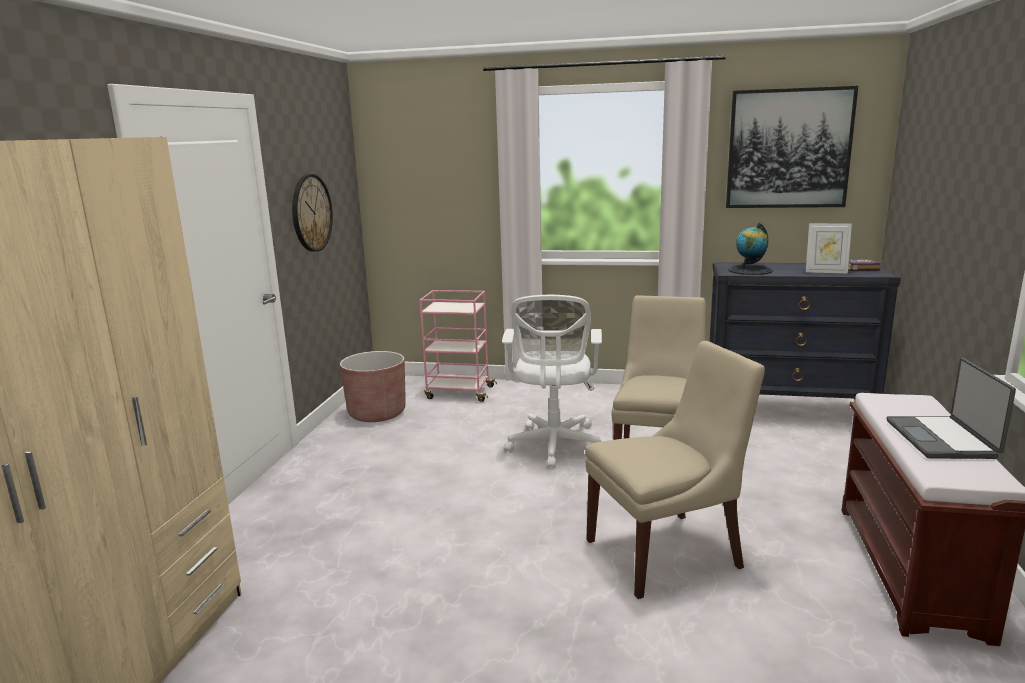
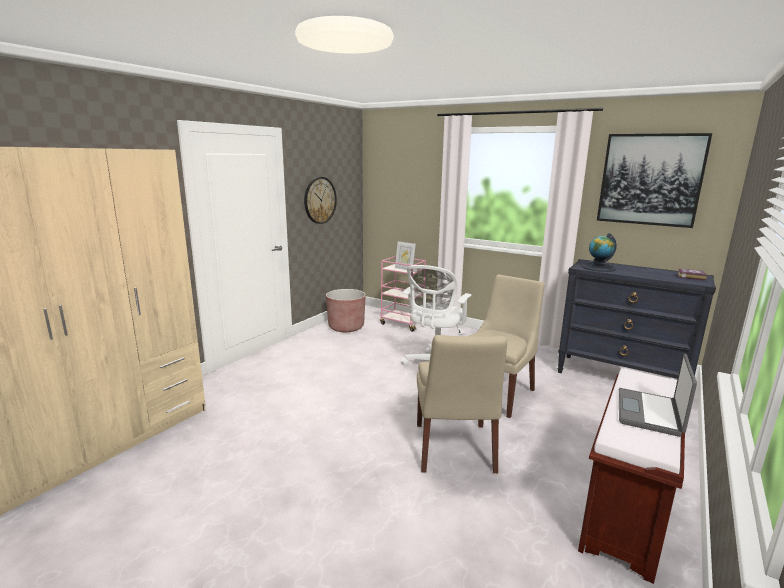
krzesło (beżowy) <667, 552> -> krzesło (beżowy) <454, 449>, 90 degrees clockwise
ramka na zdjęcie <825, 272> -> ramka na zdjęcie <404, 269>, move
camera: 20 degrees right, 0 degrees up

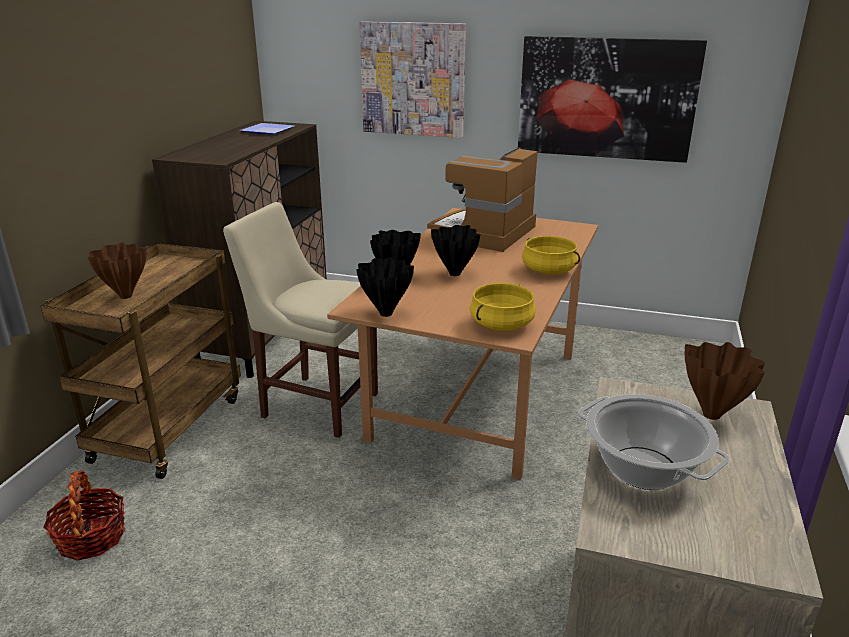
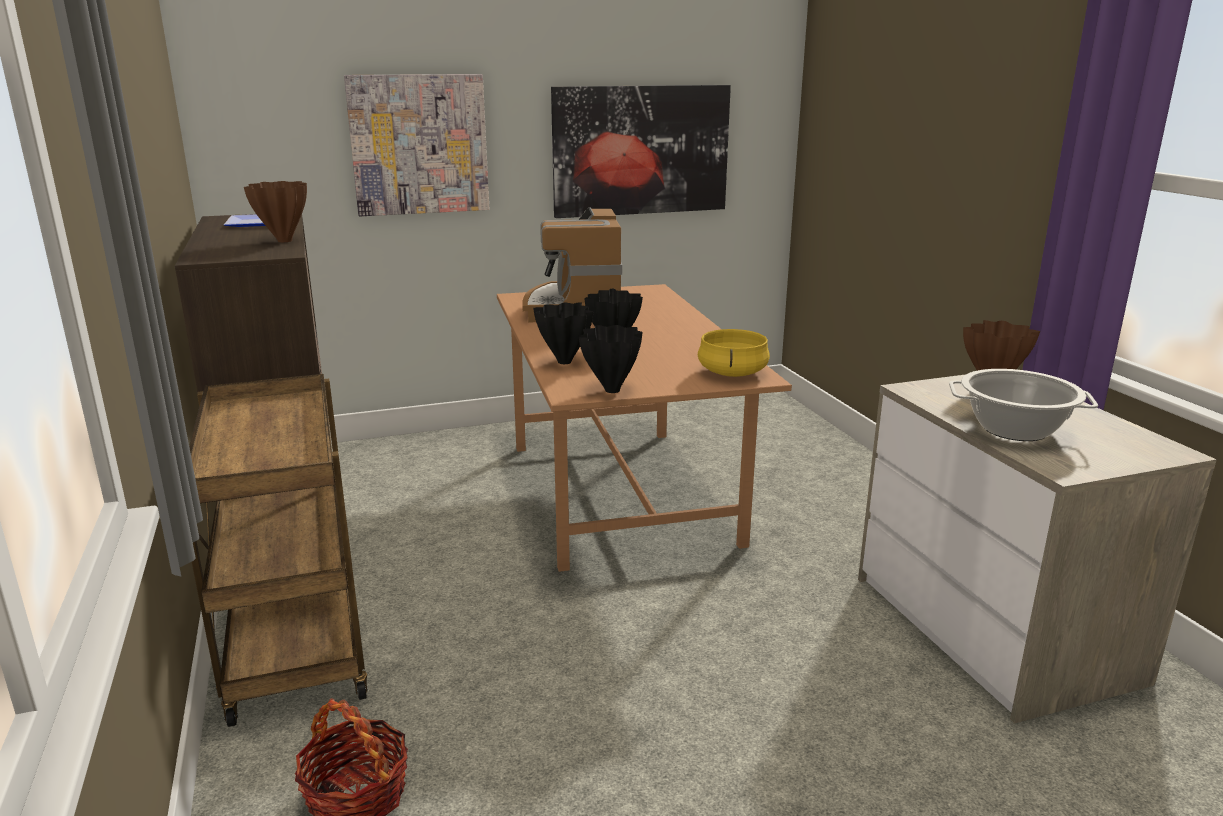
wazon (brązowy) <126, 296> -> wazon (brązowy) <284, 240>, move
krzesło (beżowy) <315, 403> -> none
garnek (żółty) <549, 270> -> none
camera: 35 degrees left, 5 degrees down

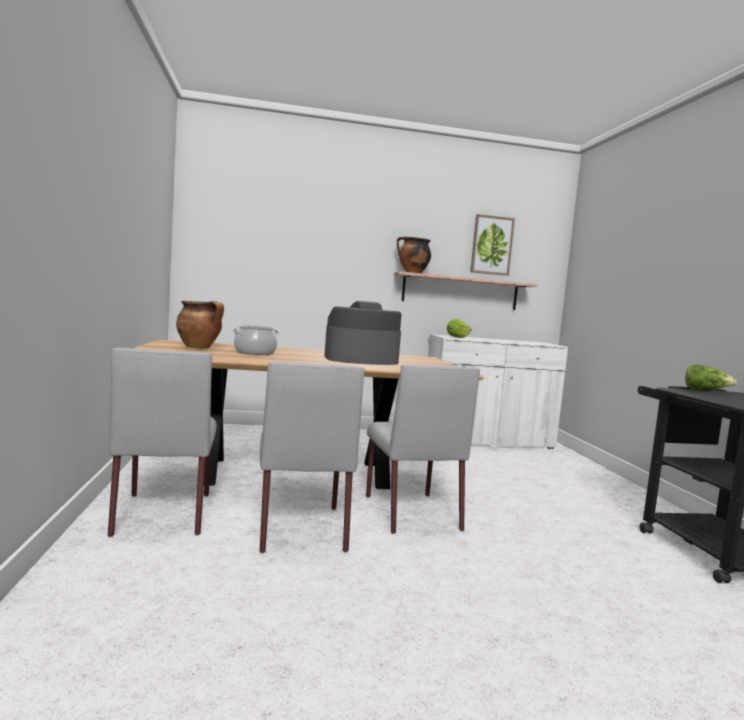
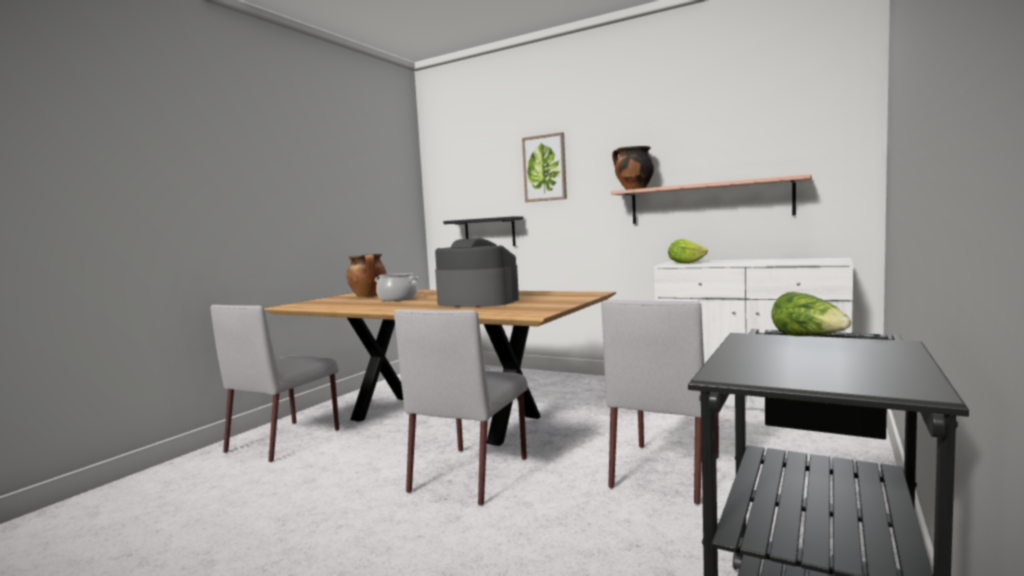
krzesło (szary) <301, 527> -> krzesło (szary) <666, 471>, move
obraz <491, 245> -> obraz <545, 168>, move
none -> półka (czarny) <489, 232>
camera: 40 degrees right, 0 degrees up

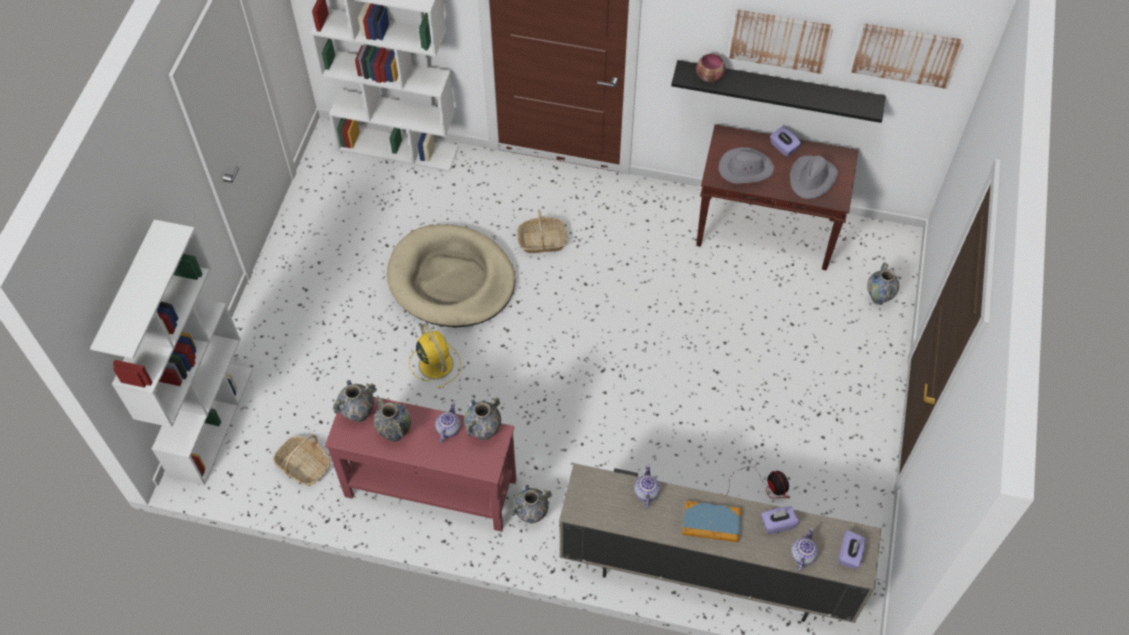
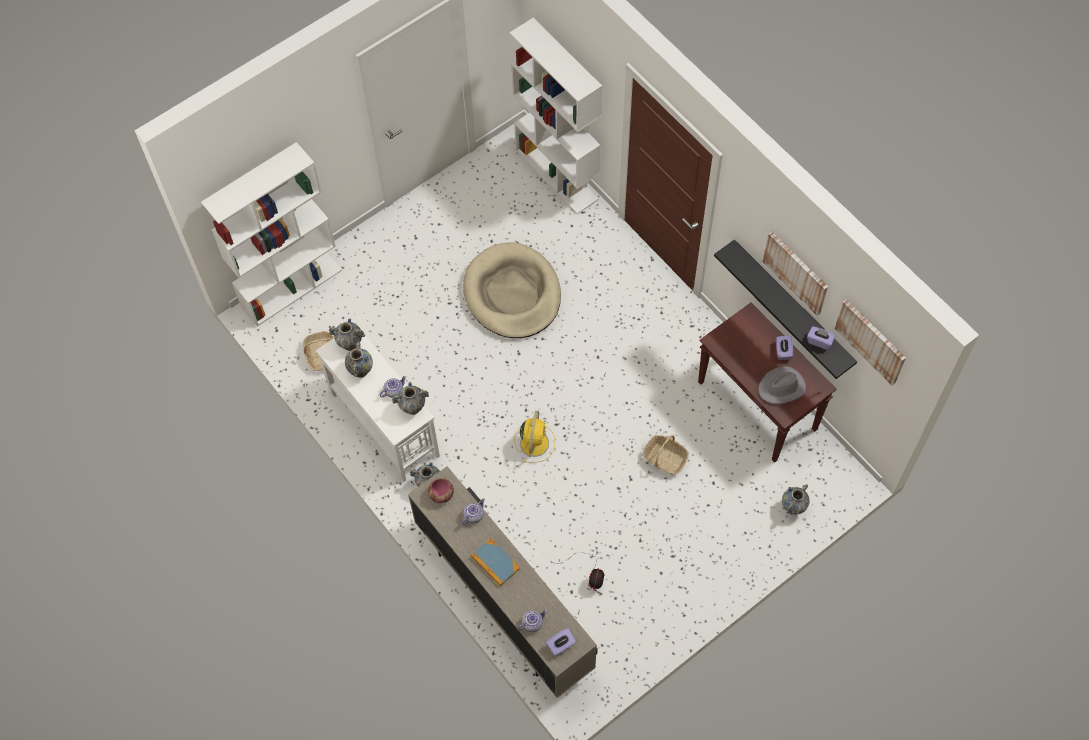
stolik konsolowy (czerwony) <430, 487> -> stolik konsolowy (biały) <384, 423>
wentylator (żółty) <435, 363> -> wentylator (żółty) <534, 442>, move
koszyk <542, 241> -> koszyk <664, 458>, move
miska <710, 77> -> miska <441, 495>, move
kapelusz (szary) <745, 169> -> none
pudełko chusteczek (fioletowy) <777, 524> -> pudełko chusteczek (fioletowy) <819, 341>, move
camera: 40 degrees right, 5 degrees up

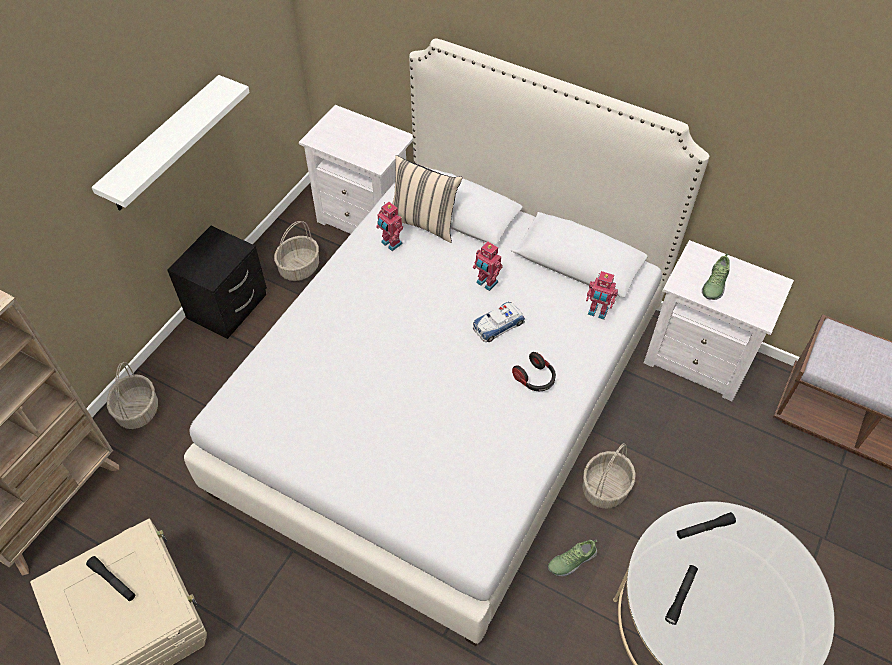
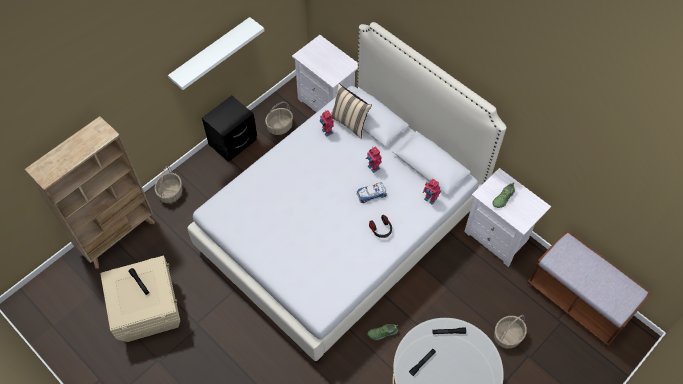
koszyk <605, 488> -> koszyk <507, 336>, move
camera: 15 degrees right, 5 degrees up

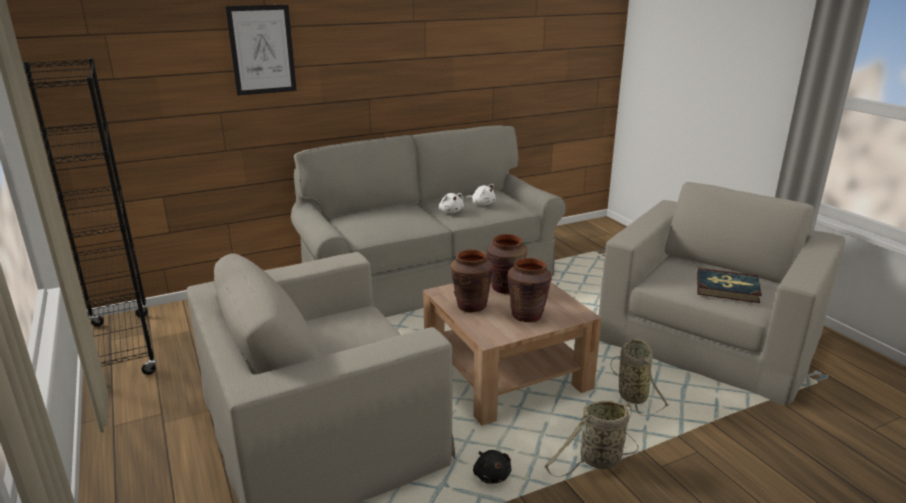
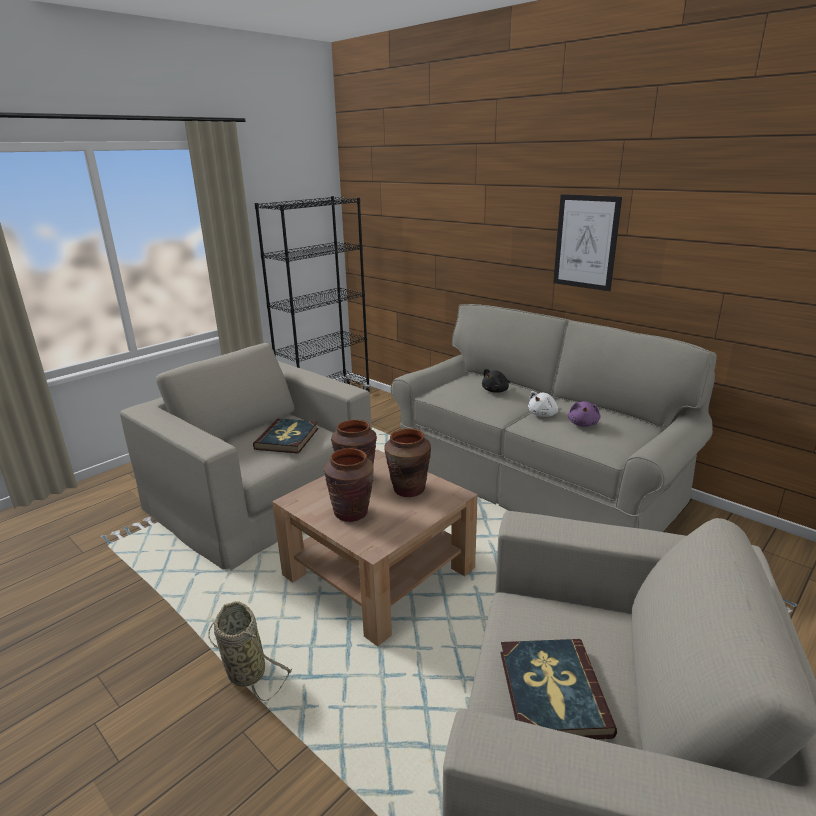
obraz <262, 50> -> obraz <586, 242>, move
pluszak (biały) <482, 204> -> pluszak (fioletowy) <583, 424>
pluszak (czarny) <491, 475> -> pluszak (czarny) <496, 391>, move
koszyk <631, 394> -> none
none -> książka <287, 438>
camera: 70 degrees right, 0 degrees up

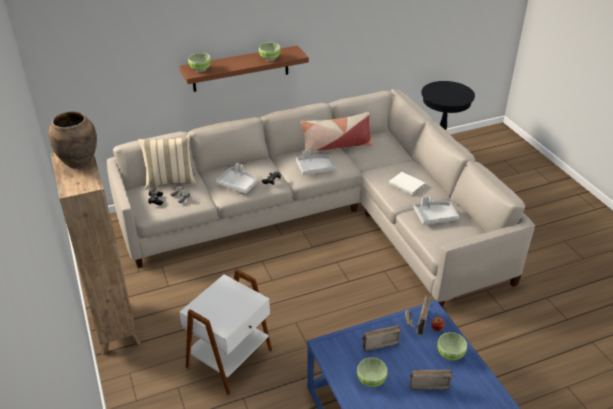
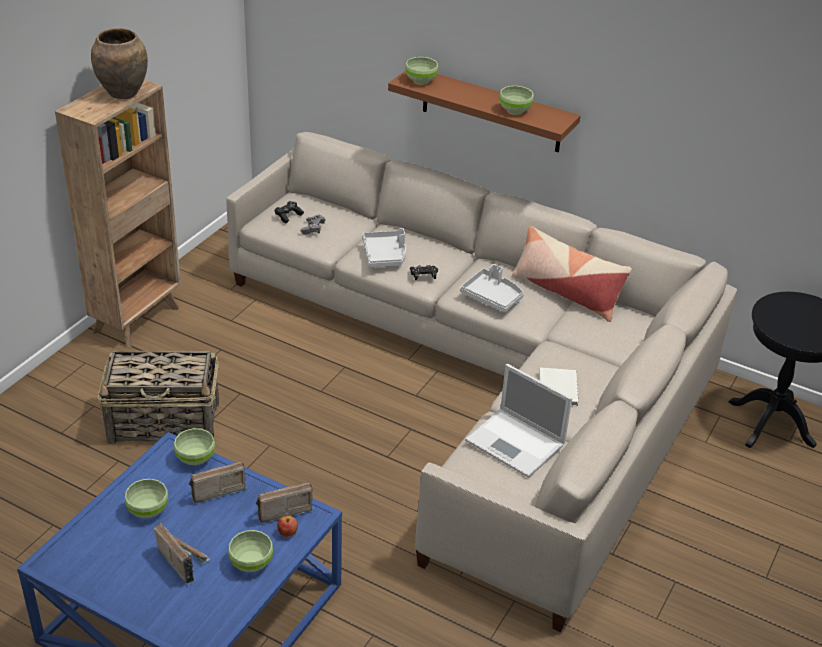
poduszka (beżowy) <170, 181> -> none
stolik (biały) <231, 359> -> koszyk <165, 423>
radio <377, 342> -> radio <215, 489>, 60 degrees counterclockwise
taca (szary) <434, 216> -> laptop <516, 443>
none -> miska (zielony) <196, 459>
camera: 50 degrees right, 0 degrees up

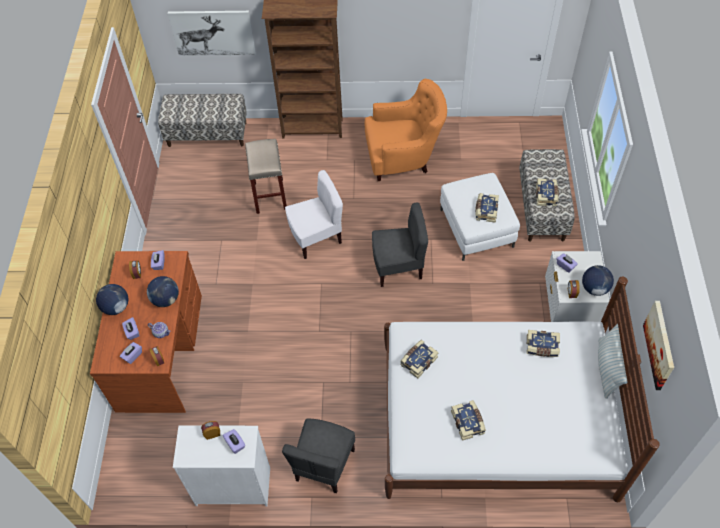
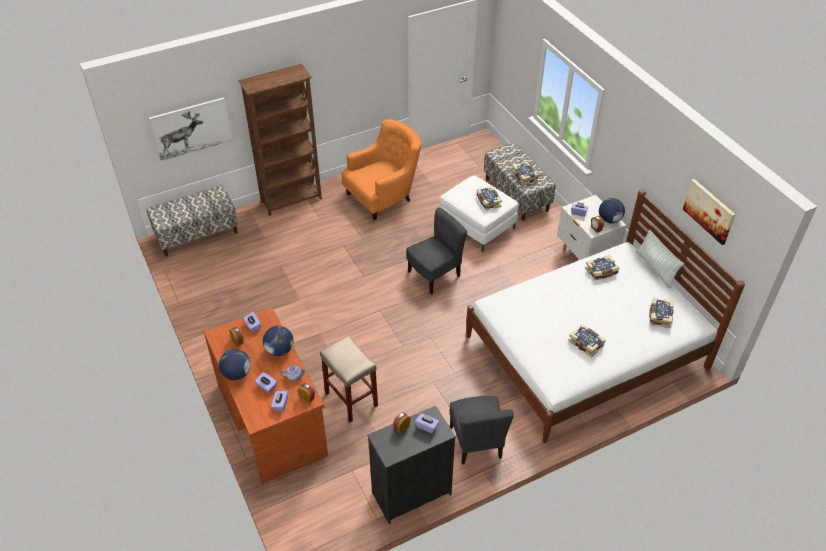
komoda (biały) <233, 486> -> komoda (czarny) <411, 493>
stołek (beżowy) <270, 196> -> stołek (beżowy) <352, 399>, move
krzesło (biały) <316, 237> -> none
książka <418, 361> -> książka <659, 316>, move
camera: 30 degrees left, 10 degrees down

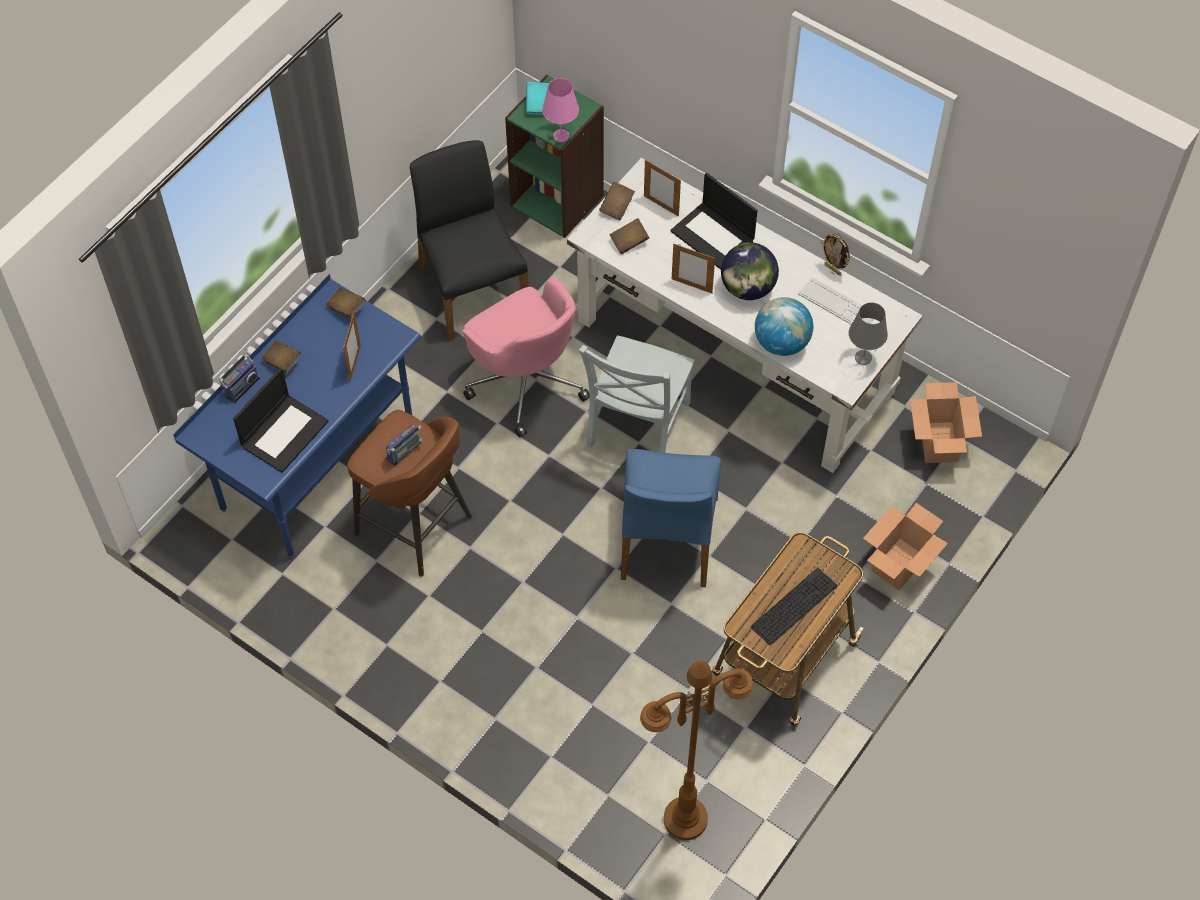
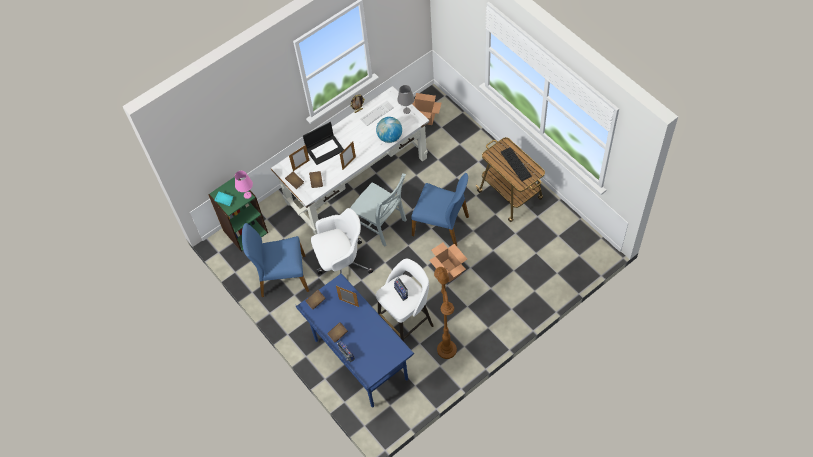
laptop <284, 433> -> none
stołek (brązowy) <416, 527> -> stołek (biały) <407, 323>
krzesło (czarny) <472, 288> -> krzesło (niebieski) <282, 276>
krzesło biurowe (różowy) <526, 380> -> krzesło biurowe (biały) <341, 264>
lampa stojąca (brązowy) <685, 819> -> lampa stojąca (brązowy) <447, 350>, move
globus <747, 288> -> none
karton <899, 565> -> karton <449, 270>, move
camera: 70 degrees left, 0 degrees up

